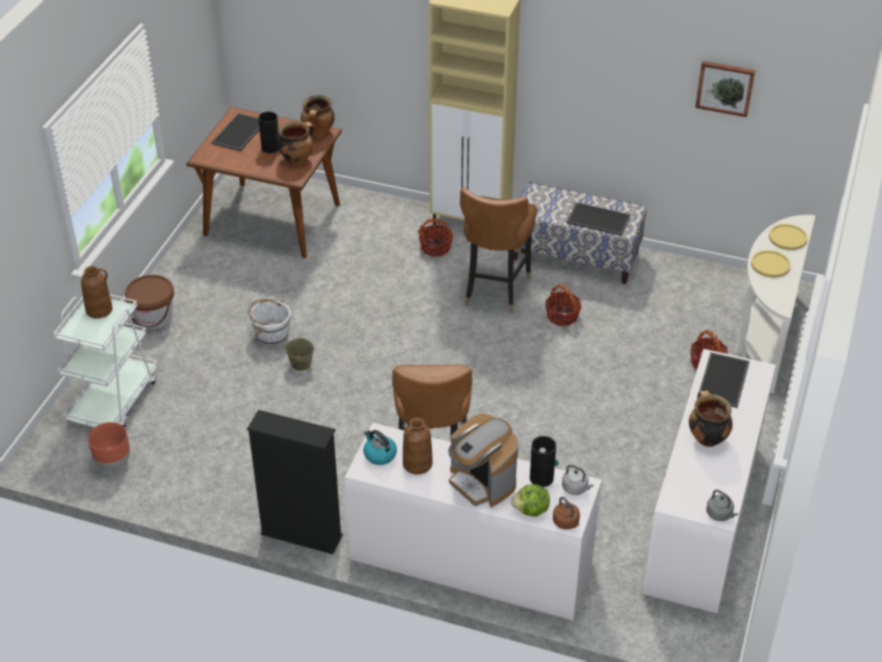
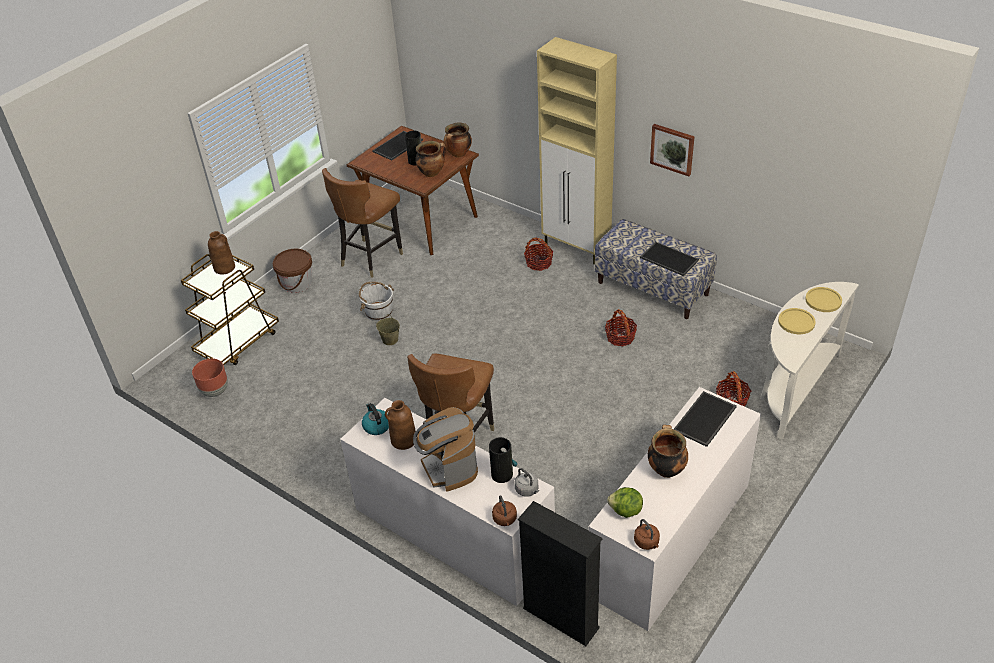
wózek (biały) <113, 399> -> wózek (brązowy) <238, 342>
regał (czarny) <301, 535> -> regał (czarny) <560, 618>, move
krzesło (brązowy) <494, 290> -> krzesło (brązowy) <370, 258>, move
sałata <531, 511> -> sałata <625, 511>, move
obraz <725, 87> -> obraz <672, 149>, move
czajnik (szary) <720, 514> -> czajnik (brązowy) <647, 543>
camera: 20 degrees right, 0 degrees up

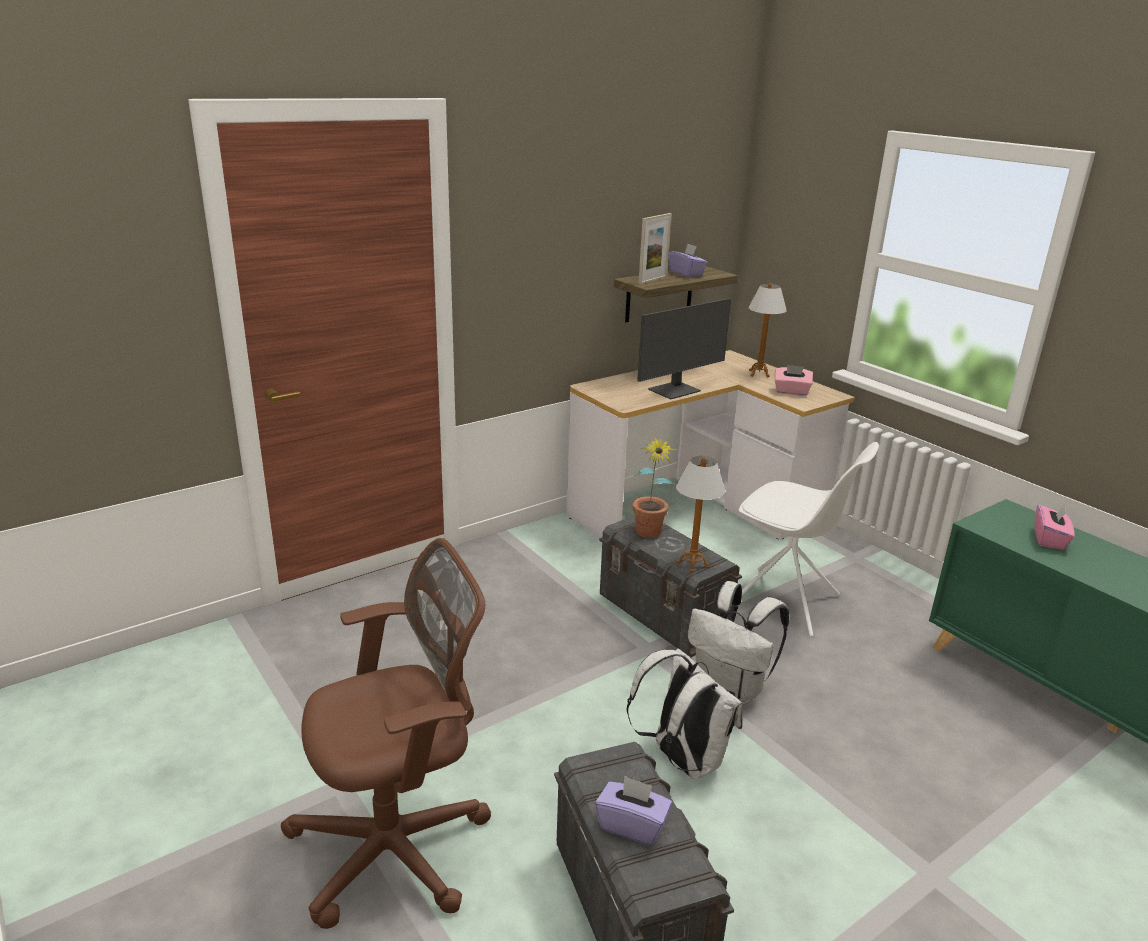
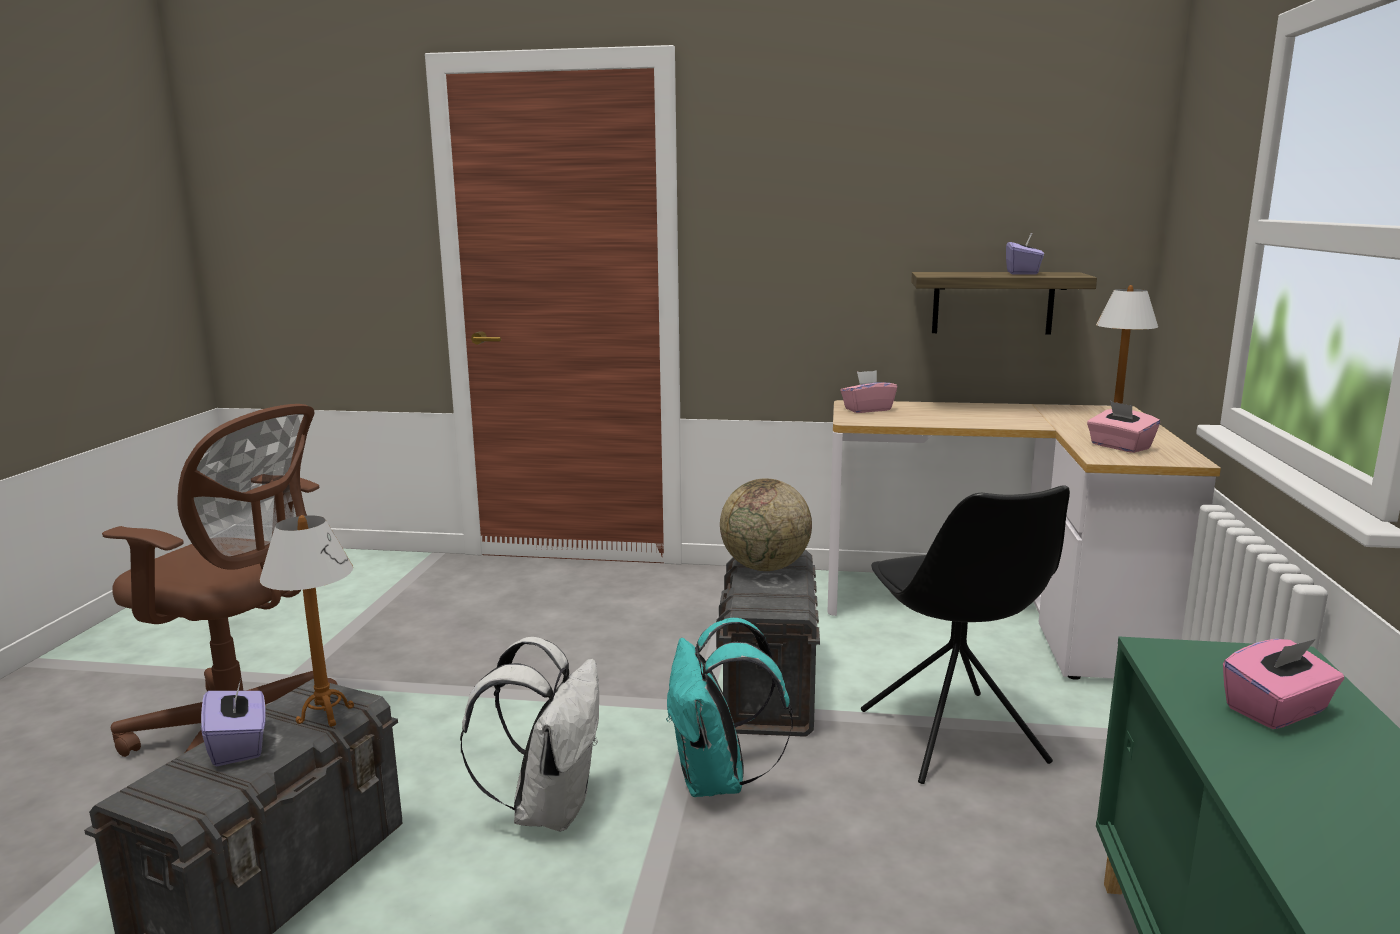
roślina doniczkowa <649, 535> -> globus <765, 567>
monitor <675, 390> -> none
ramka na zdjęcie <652, 280> -> none
lampa stołowa <692, 565> -> lampa stołowa <325, 715>, move
plecak (biały) <731, 690> -> plecak (turkusowy) <717, 781>
krzesło (biały) <786, 602> -> krzesło (czarny) <953, 738>
none -> pudełko chusteczek (różowy) <867, 409>
camera: 45 degrees right, 10 degrees down

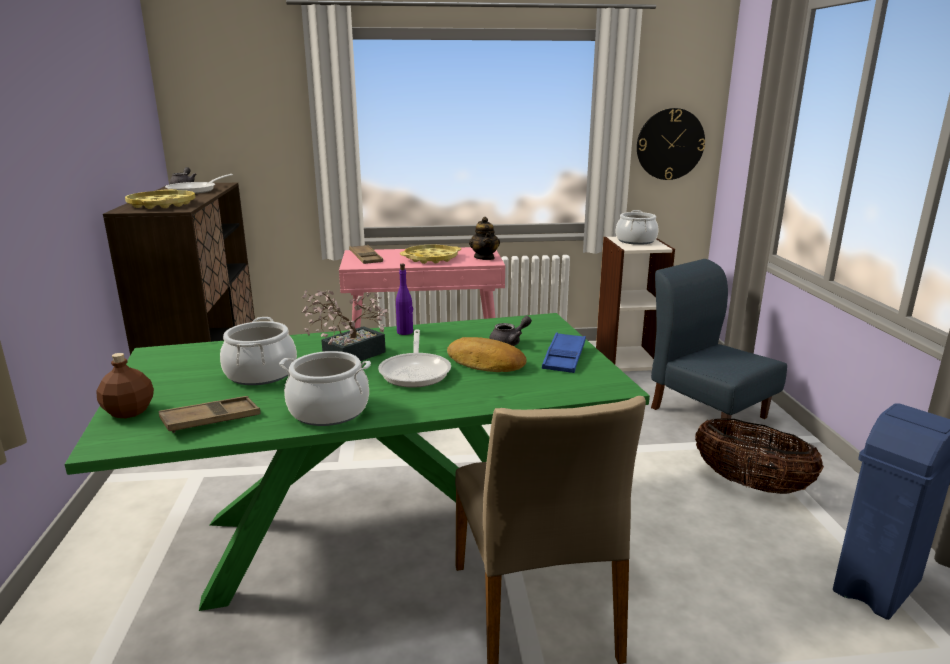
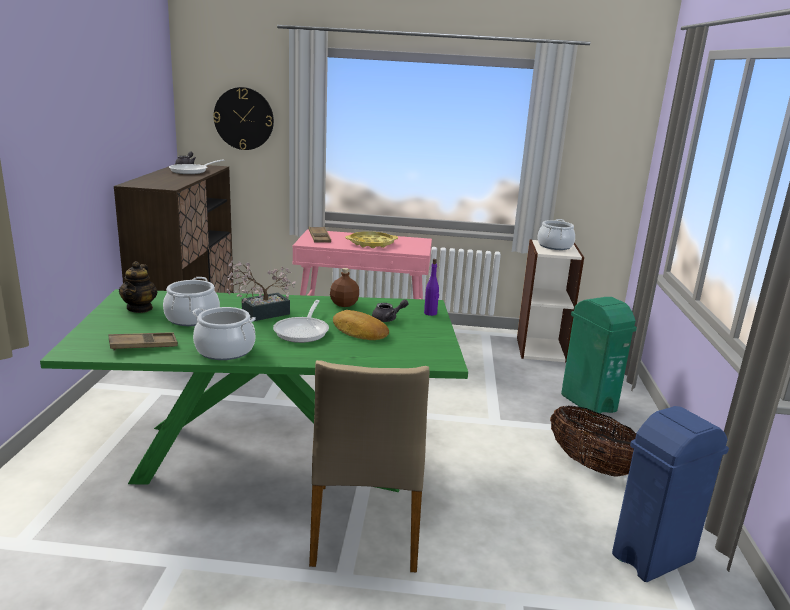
butelka (brązowy) <128, 412> -> butelka (brązowy) <343, 304>, move
taca (żółty) <162, 204> -> none
butelka (fioletowy) <405, 332> -> butelka (fioletowy) <430, 313>, move
imbryk <484, 258> -> imbryk <140, 308>, move
taca (niebieski) <564, 358> -> none
zegar ścienny <670, 144> -> zegar ścienny <244, 118>, move
krzesło (niebieski) <707, 412> -> kosz na śmieci (zielony) <588, 403>
camera: 10 degrees right, 0 degrees up

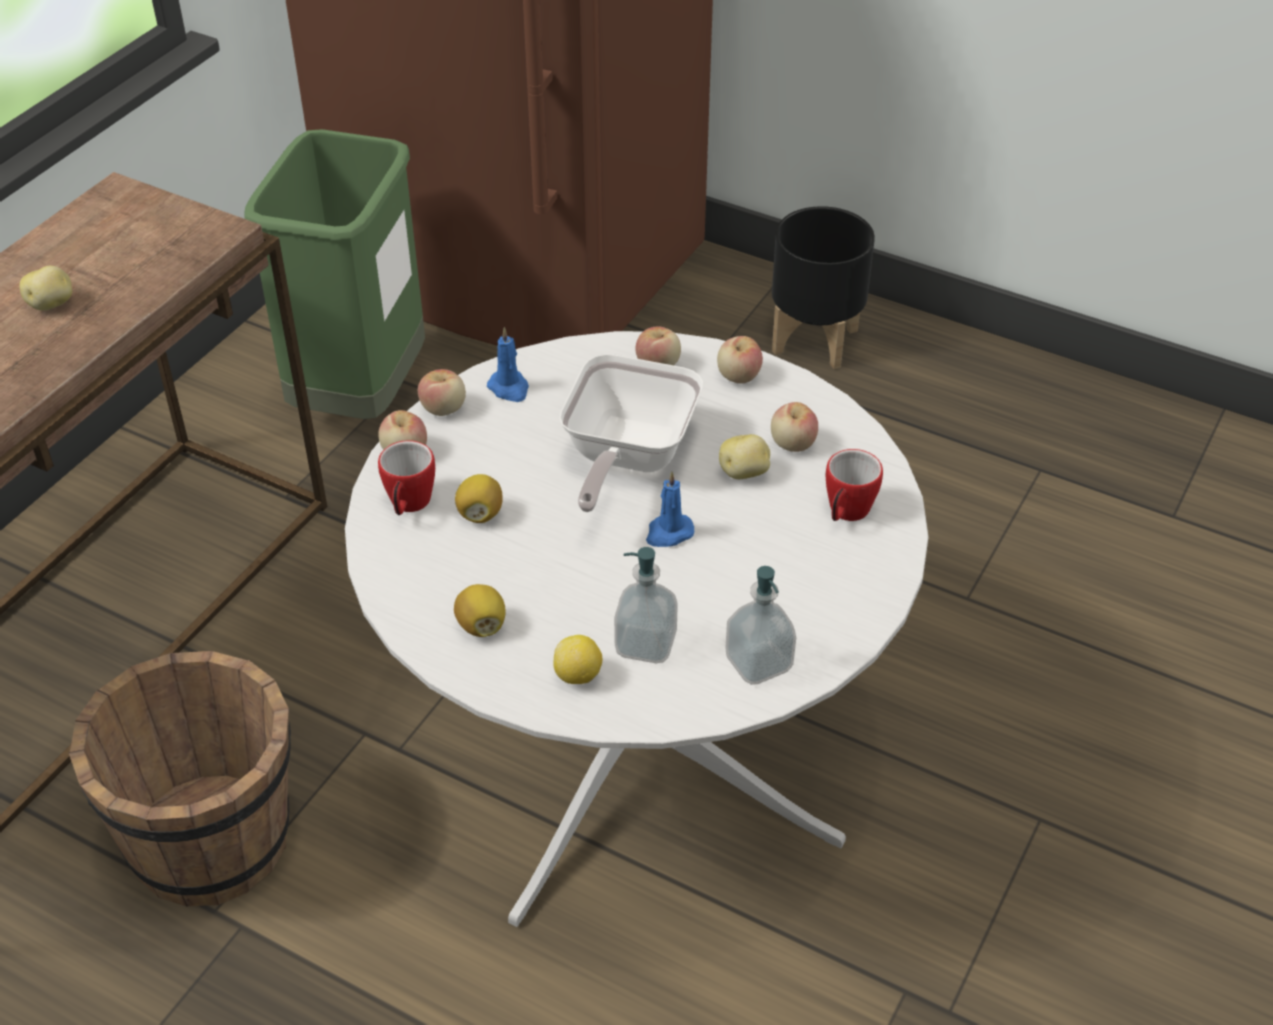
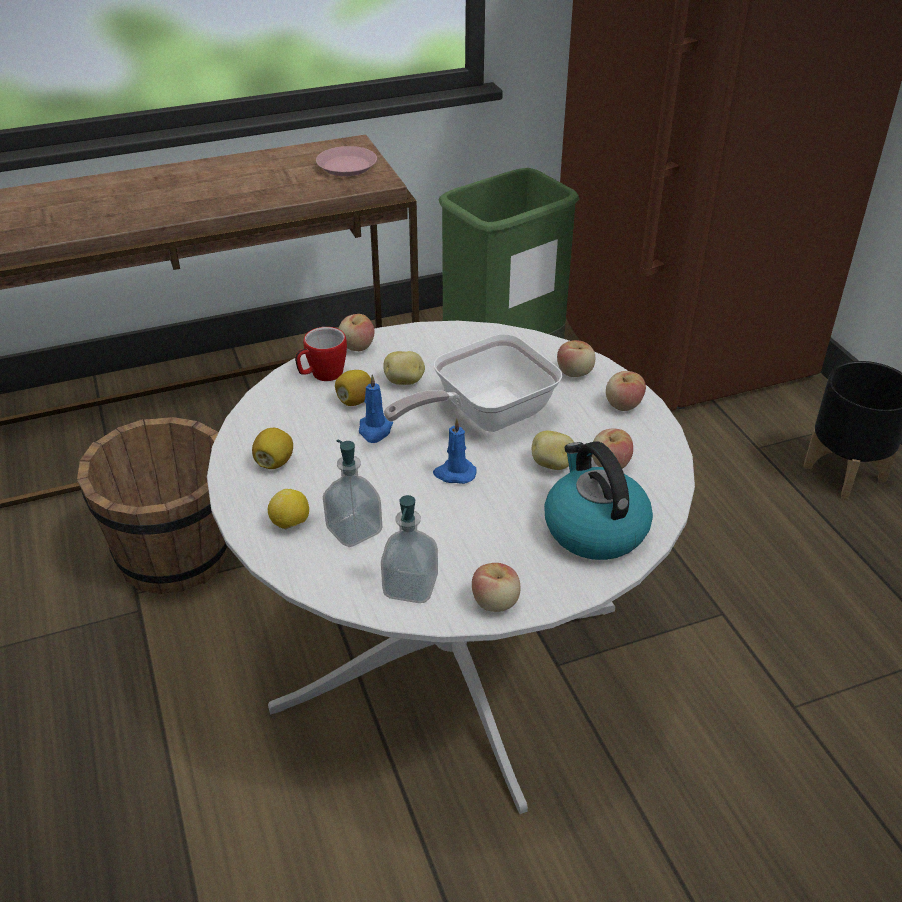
ziemniak <52, 304> -> ziemniak <405, 381>, move
jabłko <444, 408> -> jabłko <496, 602>, move
świeca (niebieski) <509, 388> -> świeca (niebieski) <375, 430>, move
kubek <846, 513> -> czajnik <593, 528>
none -> talerz (różowy) <346, 166>
camera: 40 degrees right, 5 degrees down

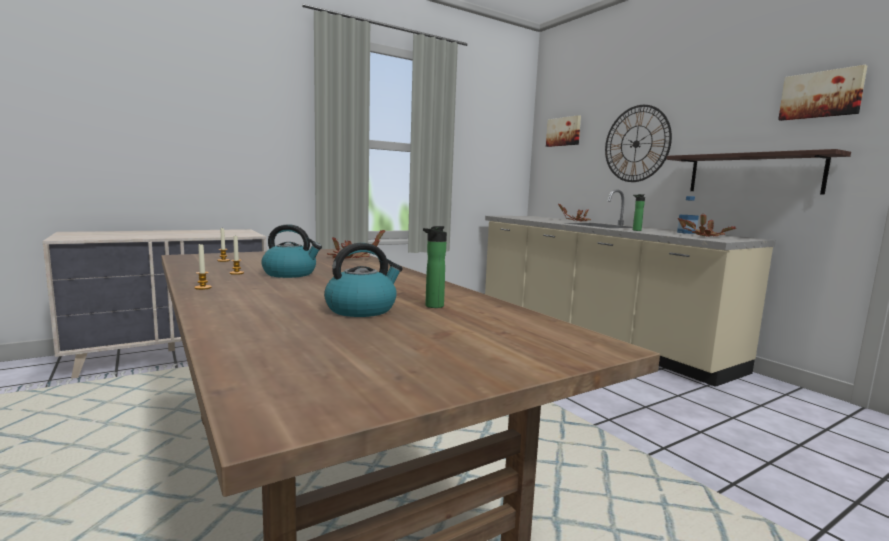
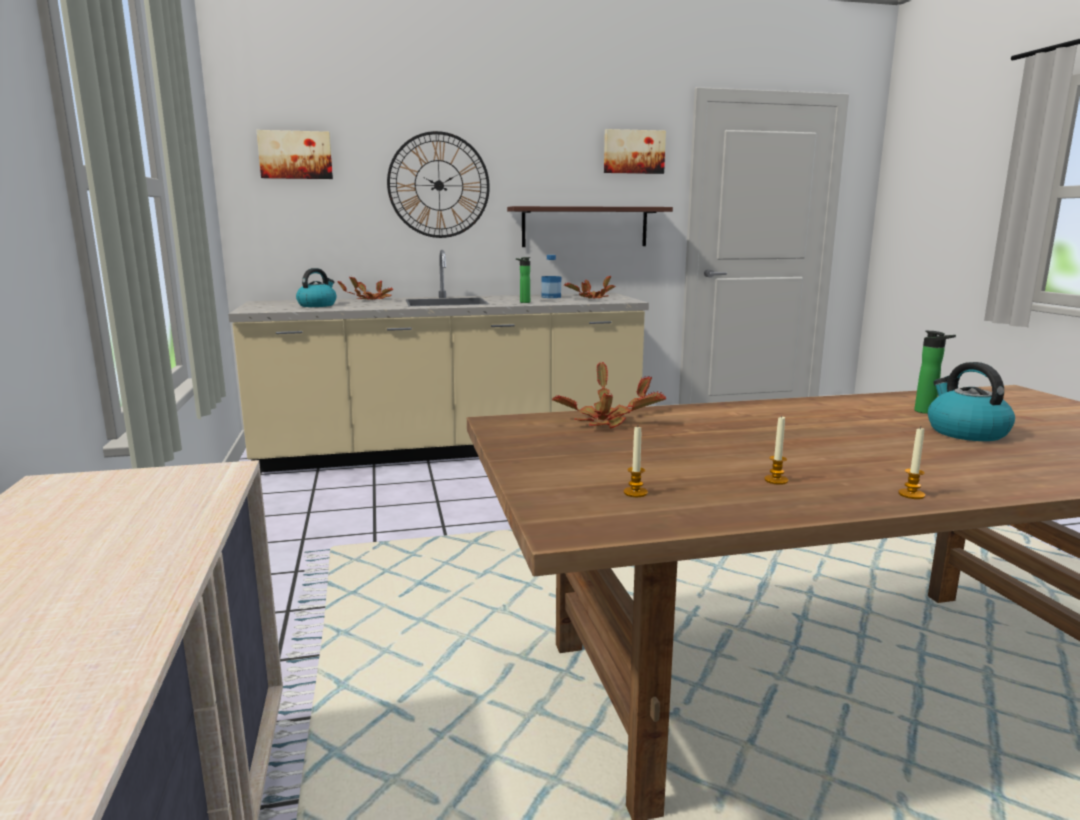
czajnik <291, 274> -> czajnik <317, 305>, move
camera: 70 degrees left, 5 degrees up

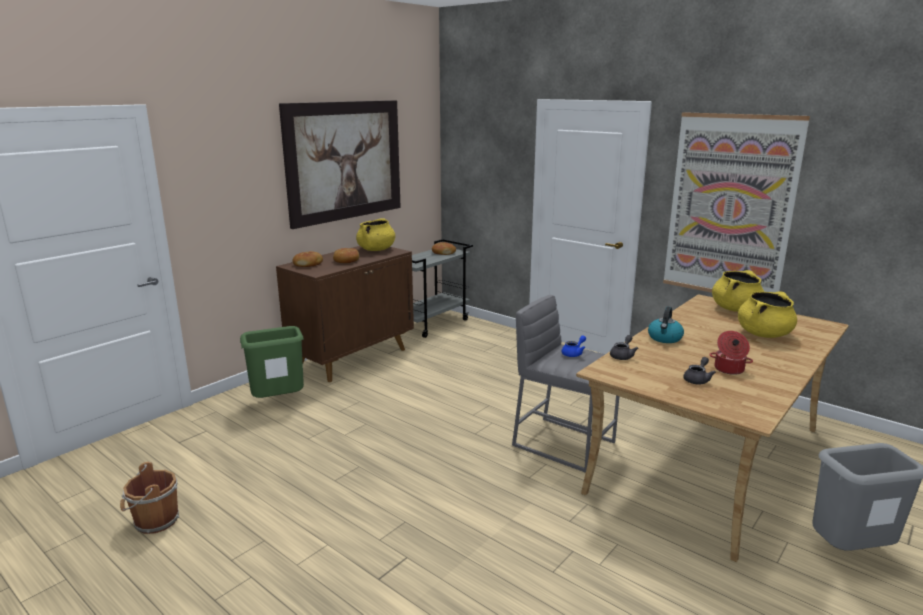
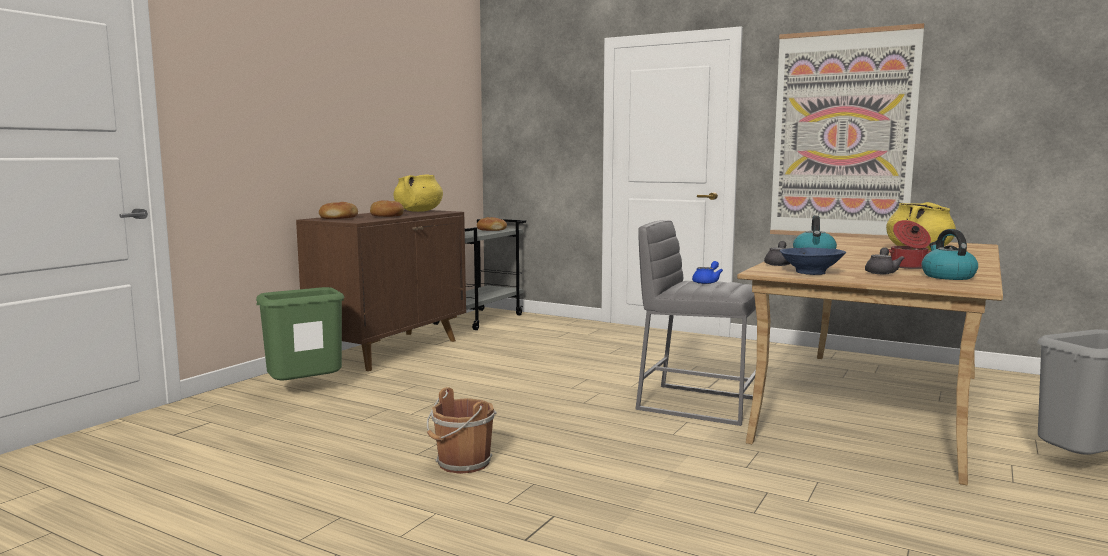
wiadro (brązowy) <154, 522> -> wiadro (brązowy) <462, 464>, move
obraz <345, 161> -> none
garnek (żółty) <735, 309> -> none
none -> miska (niebieski) <811, 272>
none -> czajnik <947, 276>
camera: 10 degrees left, 10 degrees down

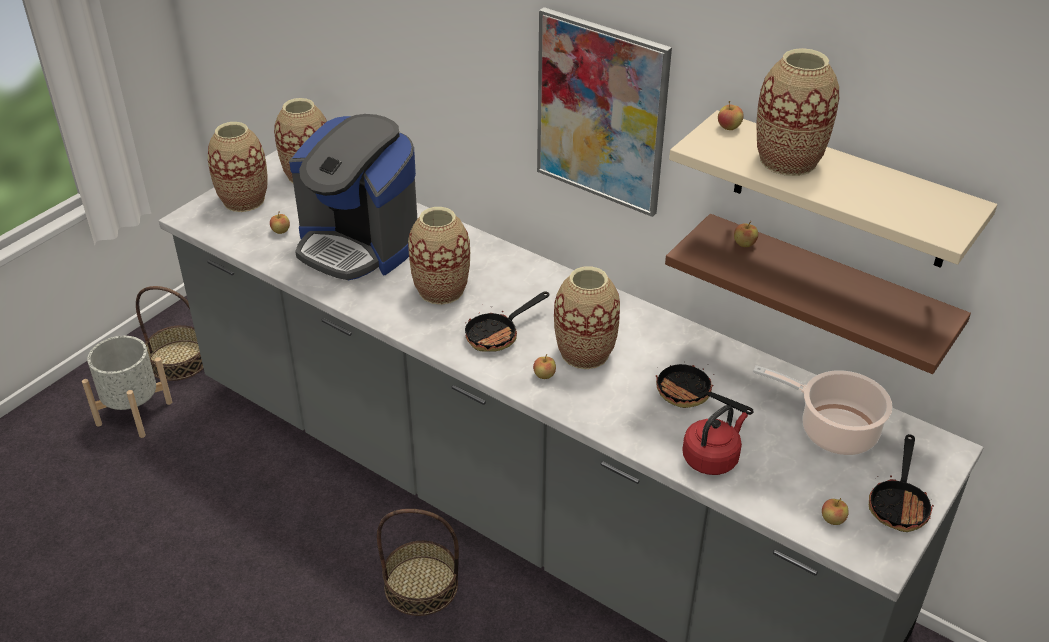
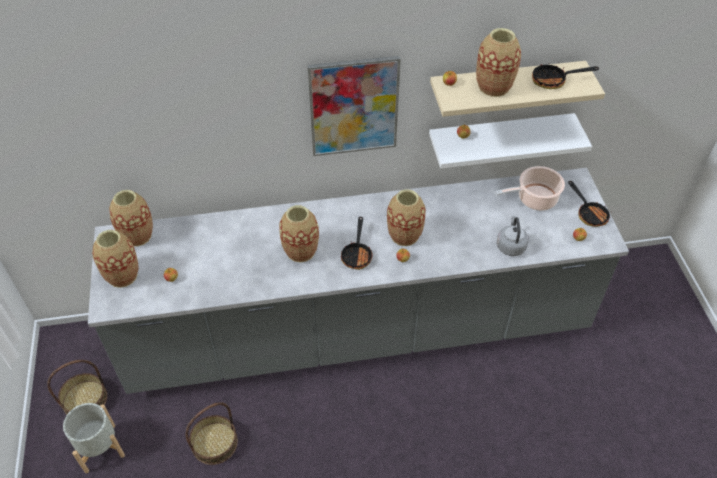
ekspres do kawy <358, 245> -> none
koszyk <421, 585> -> koszyk <214, 443>, move
patelnia <691, 396> -> patelnia <554, 80>, move
półka (brązowy) <826, 292> -> półka (biały) <499, 137>
czajnik (czerwony) <712, 458> -> czajnik (szary) <510, 245>
camera: 45 degrees left, 10 degrees up

